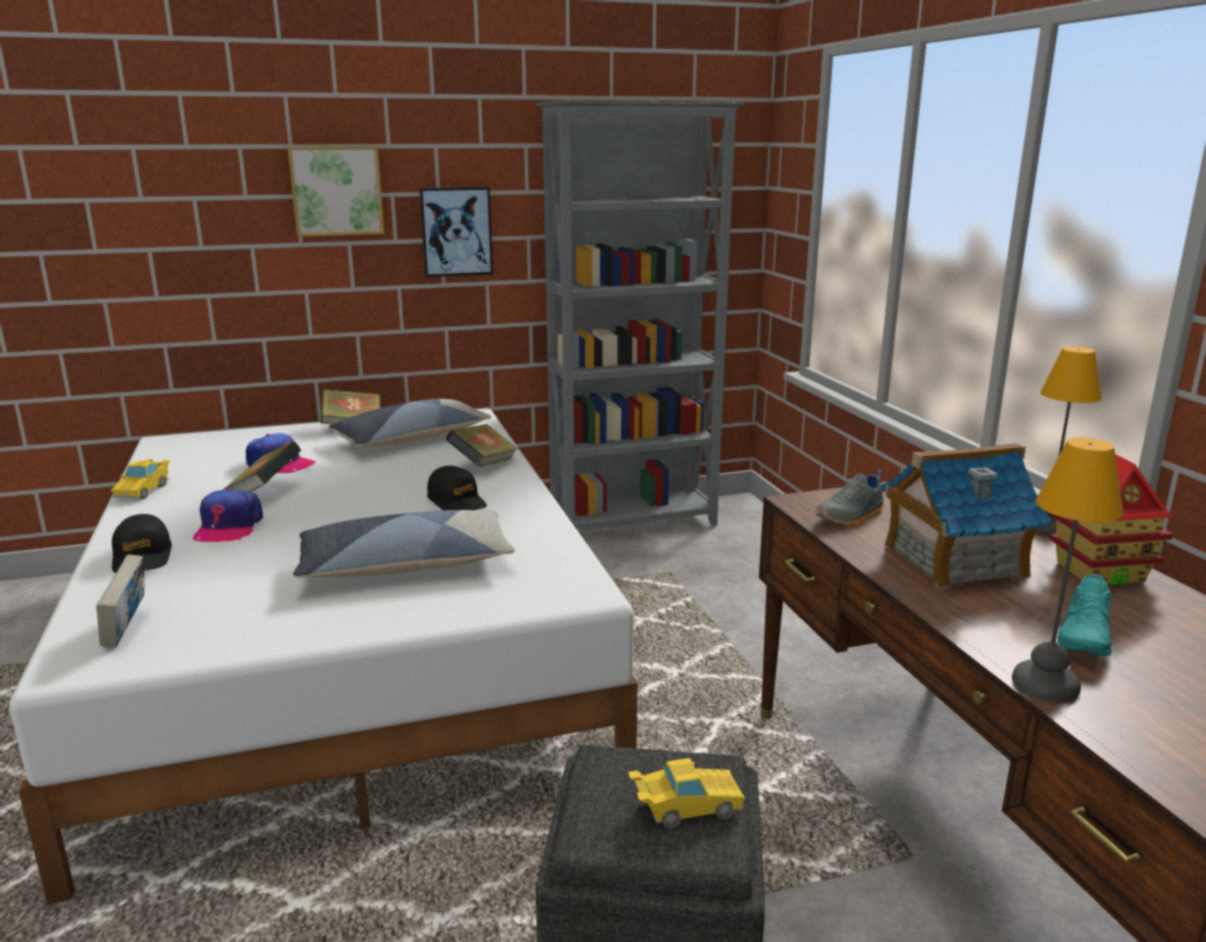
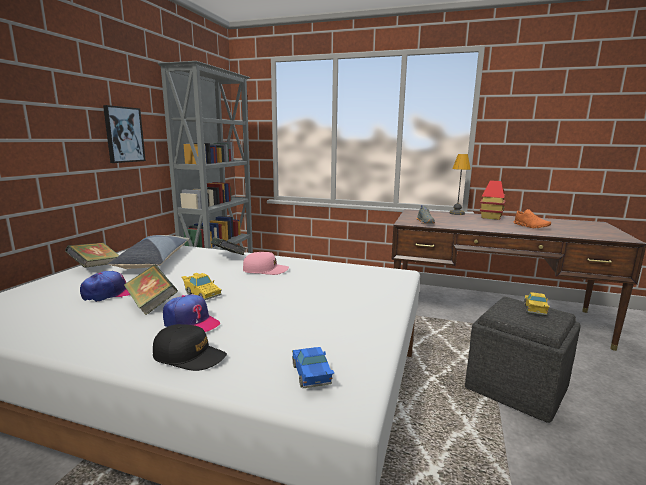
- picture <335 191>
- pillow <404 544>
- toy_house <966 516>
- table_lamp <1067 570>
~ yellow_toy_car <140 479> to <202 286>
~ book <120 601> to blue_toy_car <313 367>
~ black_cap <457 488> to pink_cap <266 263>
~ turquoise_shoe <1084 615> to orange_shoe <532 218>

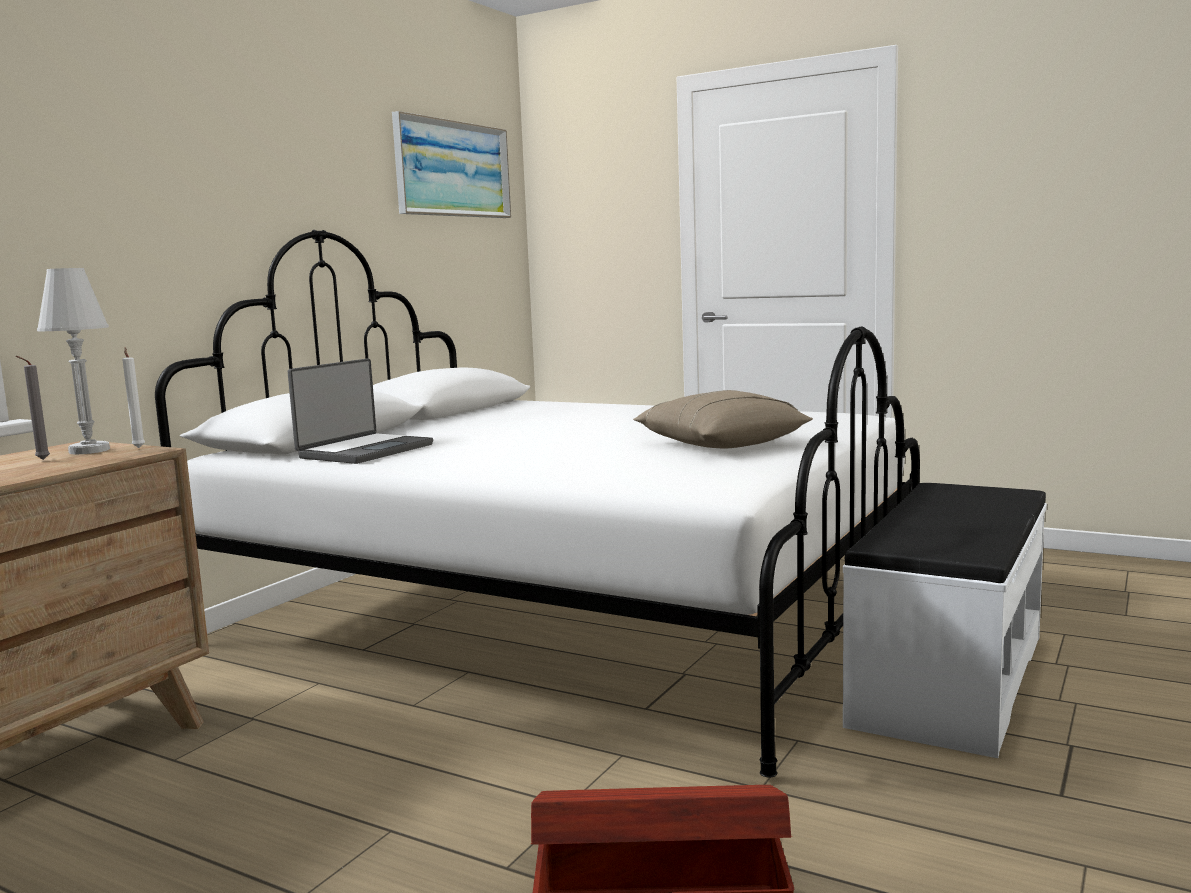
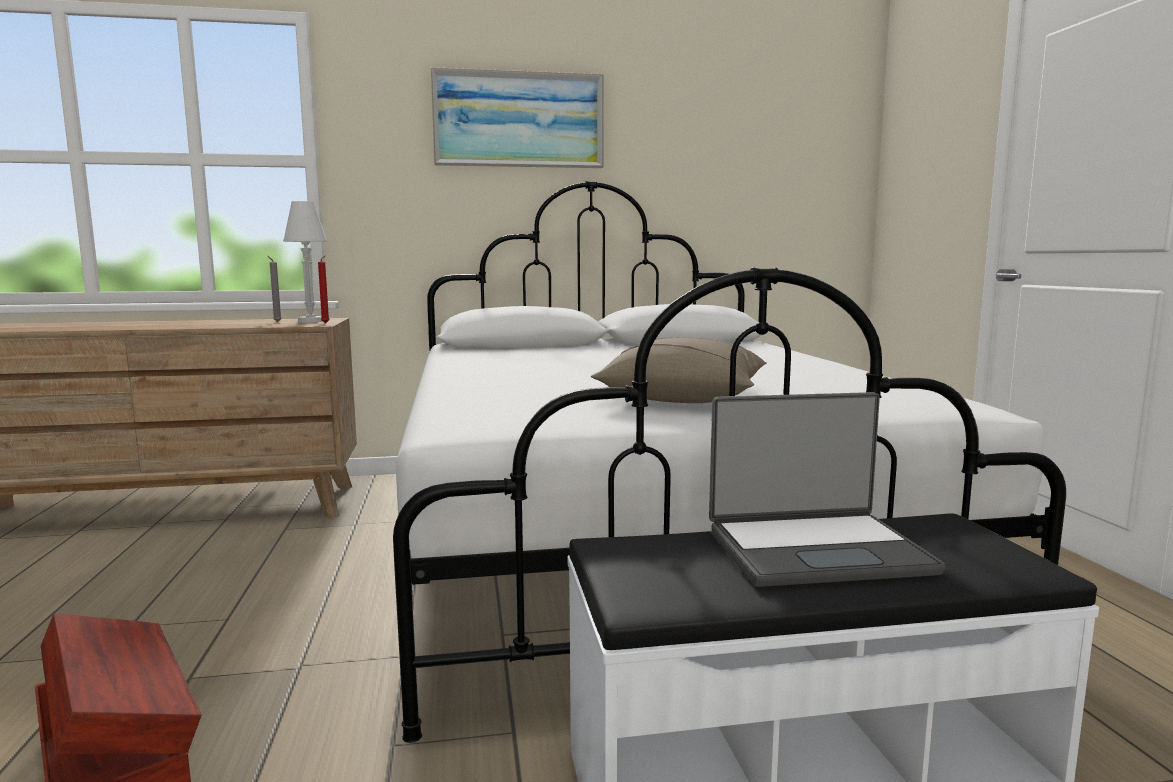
~ laptop <360 411> to <827 489>
~ picture <451 164> to <517 117>
~ white_candle <133 398> to red_candle <324 289>

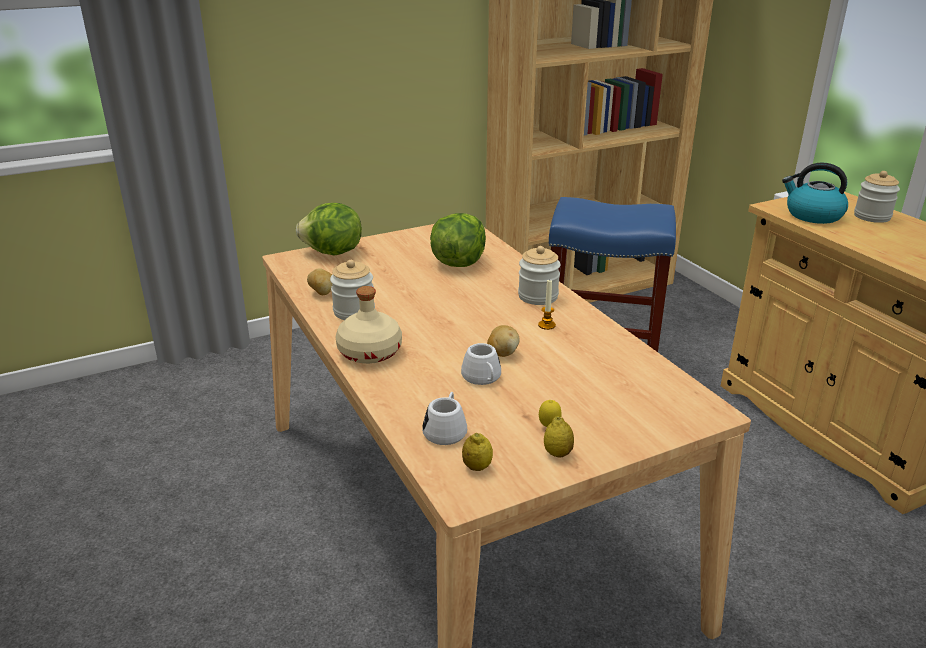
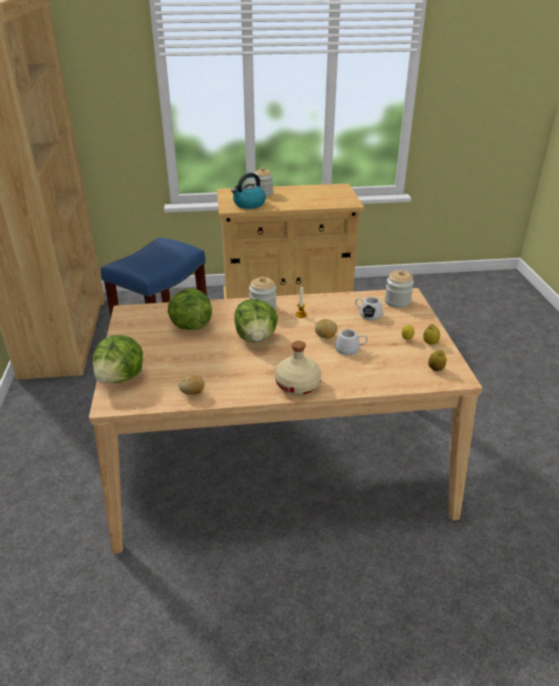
+ lettuce <256 320>
~ jar <352 290> to <399 289>
~ white_mug <444 418> to <369 308>

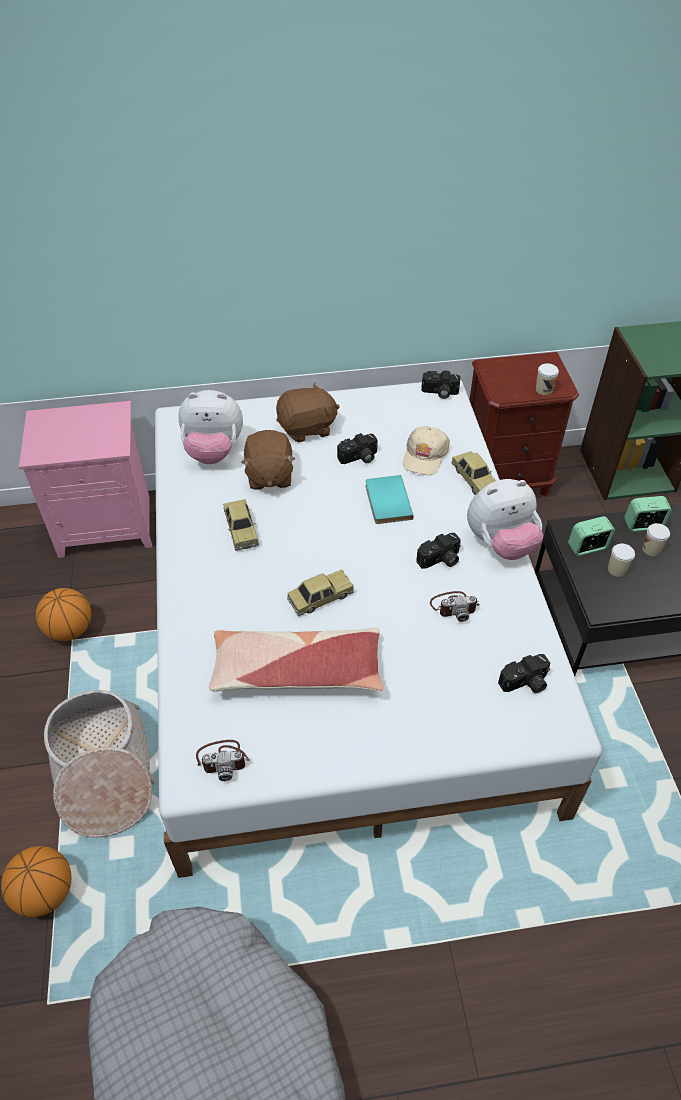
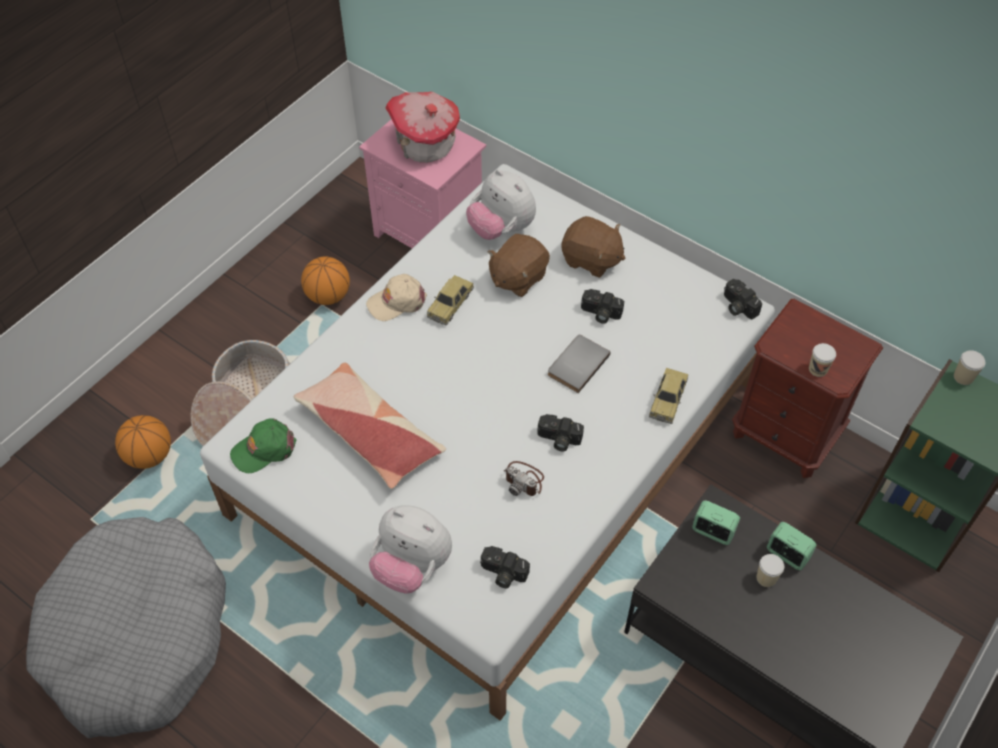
- toy_car <320 593>
+ toy_house <422 127>
~ beige_cap <426 450> to <396 297>
~ plush_toy <505 519> to <410 549>
~ cup <621 560> to <969 367>
~ photo_camera <223 760> to green_cap <263 445>
~ turquoise_book <389 499> to grey_book <579 364>

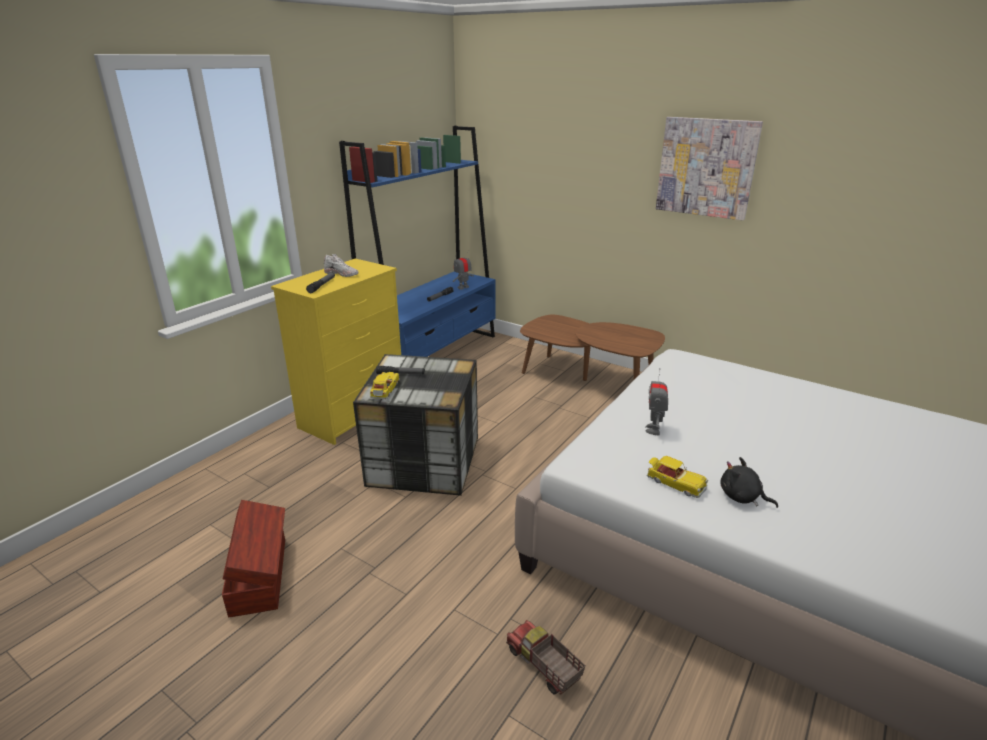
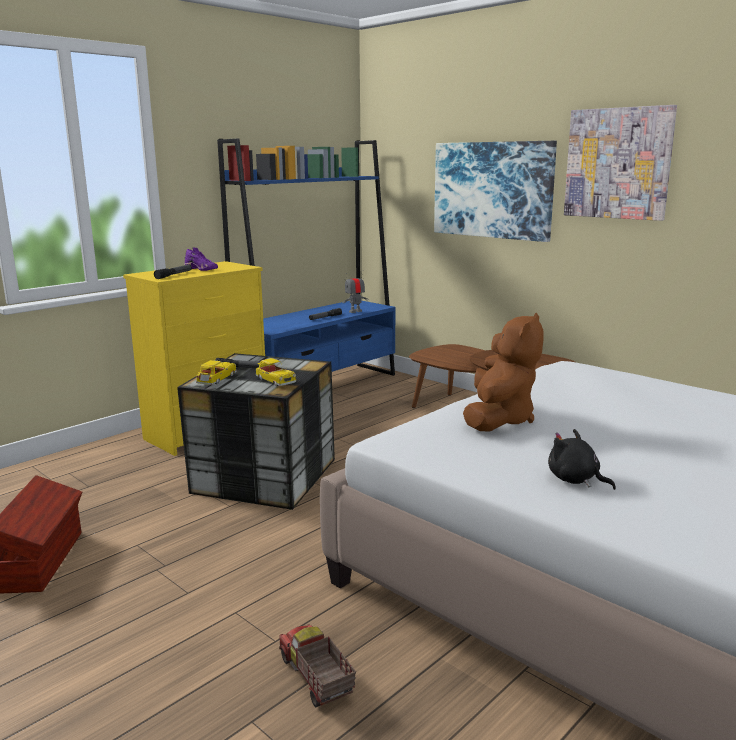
+ picture <495 191>
~ toy_car <677 477> to <275 372>
~ toy_robot <656 402> to brown_plush_toy <503 372>
~ white_shoe <341 265> to purple_shoe <201 259>

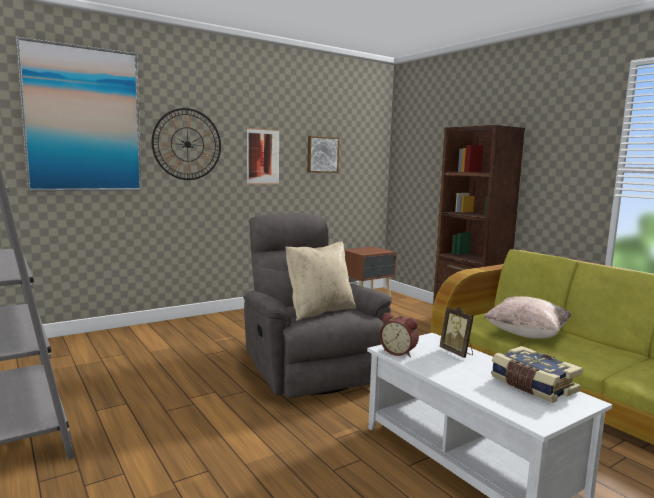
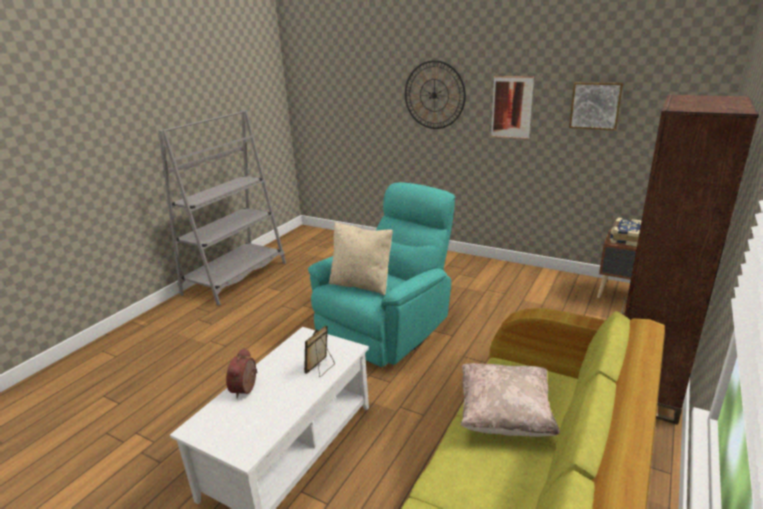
- picture <79 114>
~ alarm_clock <399 334> to <241 373>
~ book <537 374> to <626 232>
~ grey_armchair <317 305> to turquoise_armchair <382 274>

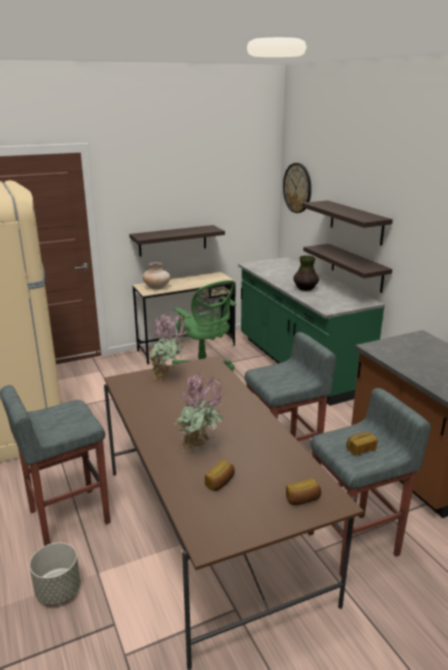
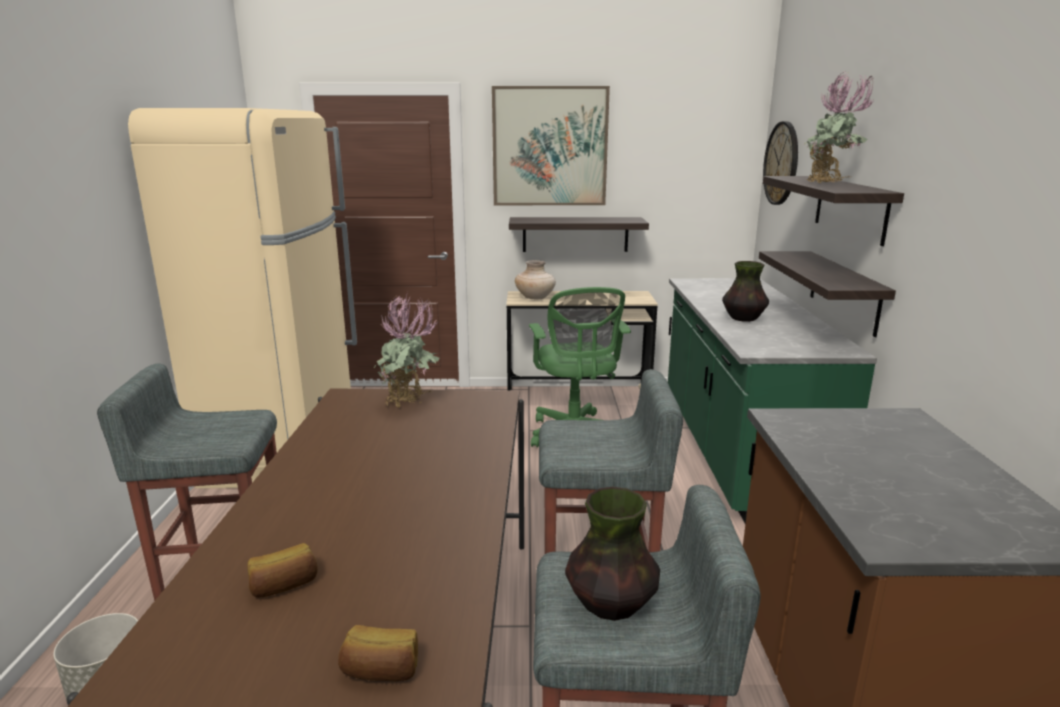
+ picture <551 145>
~ potted_plant <199 412> to <839 127>
~ bread <362 444> to vase <612 554>

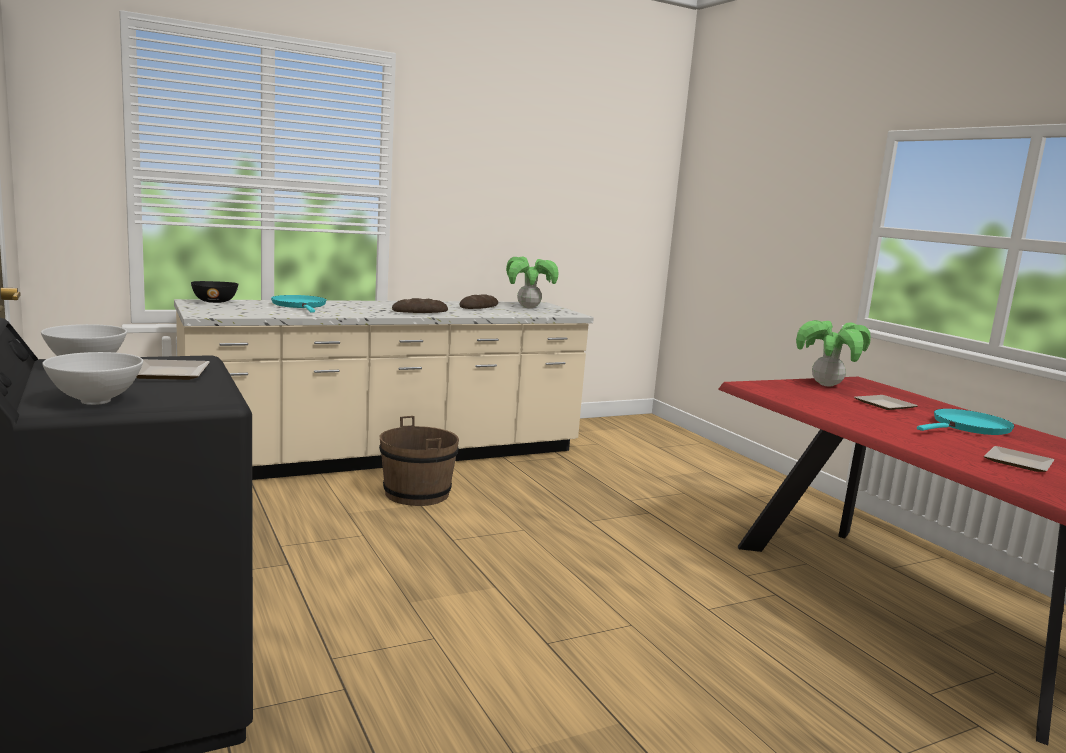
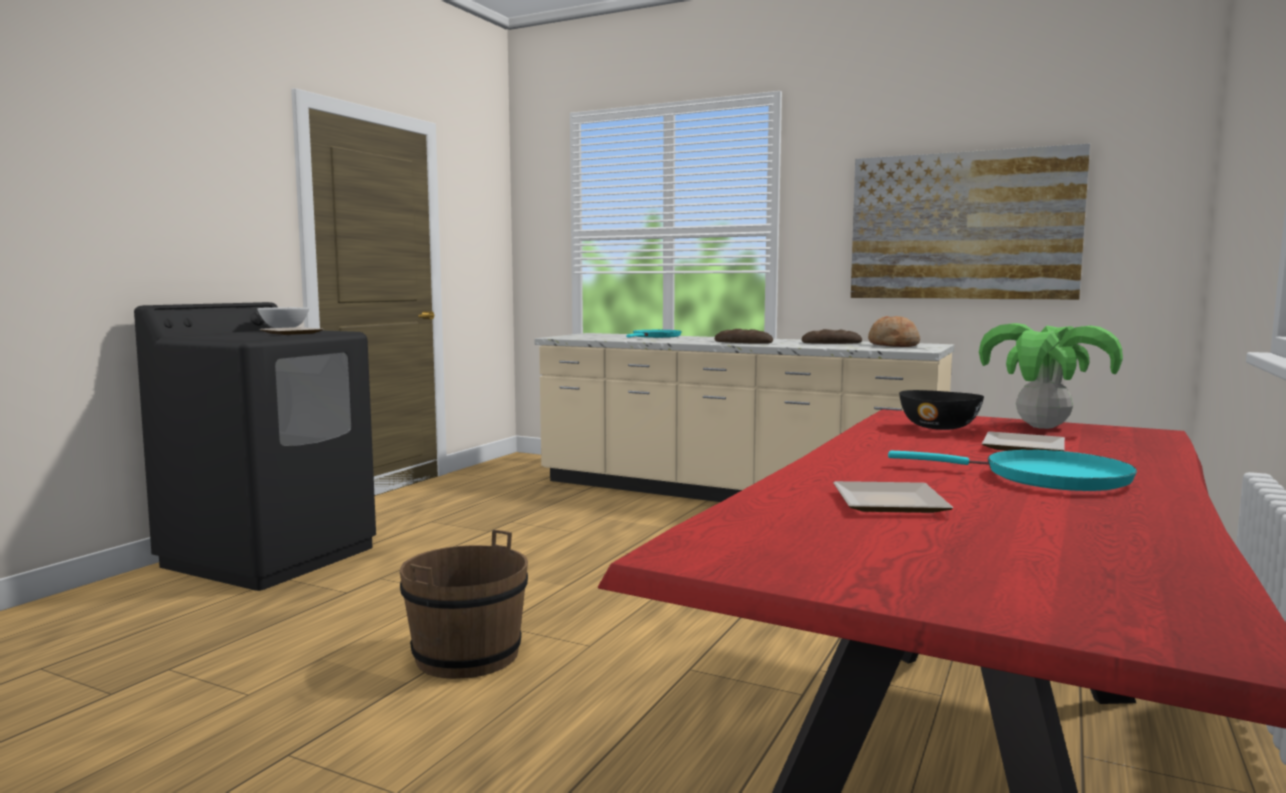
- white_bowl <92 378>
+ picture <970 221>
~ black_bowl <214 292> to <941 410>
~ brown_bucket <419 461> to <464 604>
~ potted_plant <532 282> to bread <894 331>

